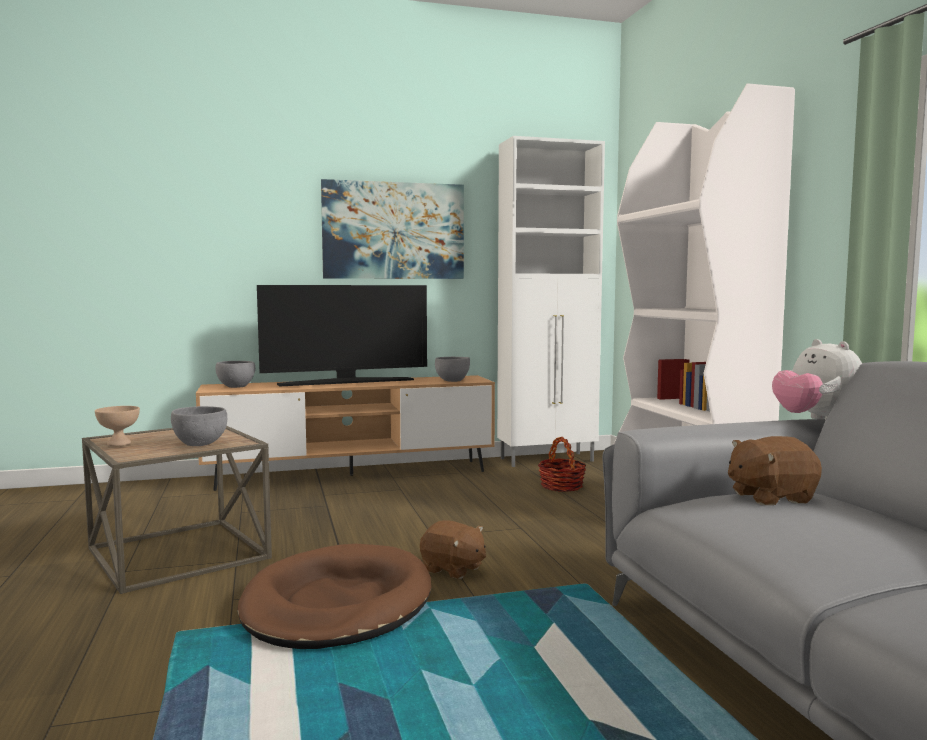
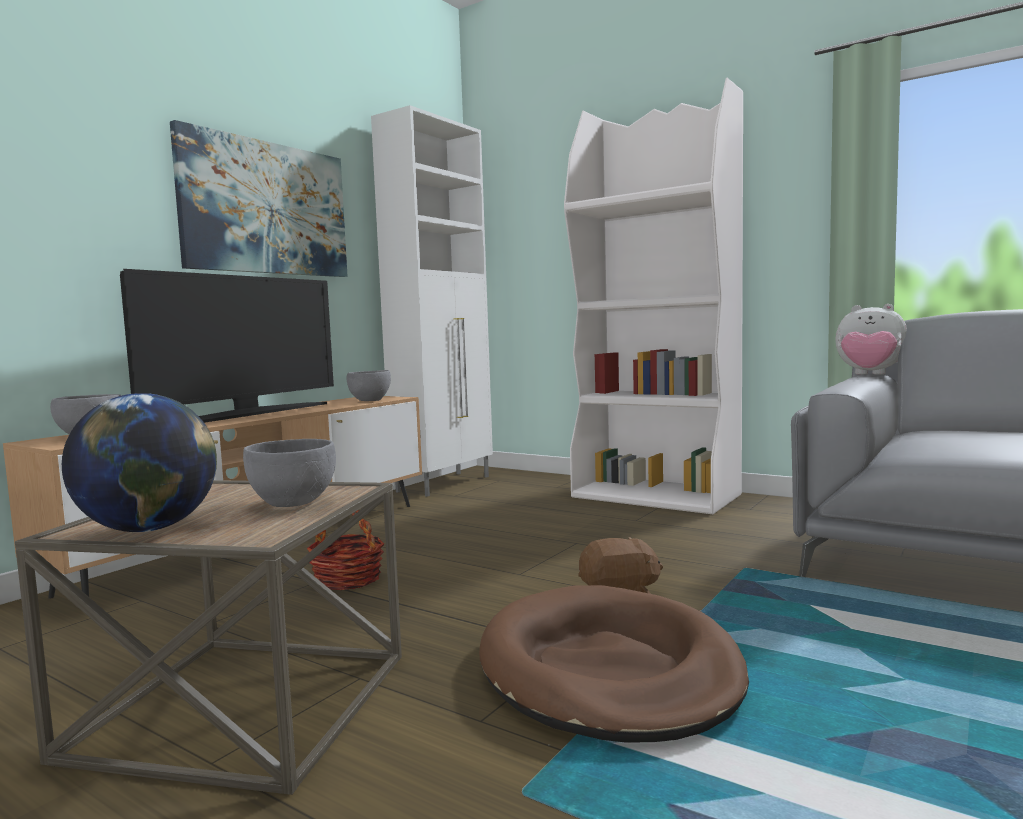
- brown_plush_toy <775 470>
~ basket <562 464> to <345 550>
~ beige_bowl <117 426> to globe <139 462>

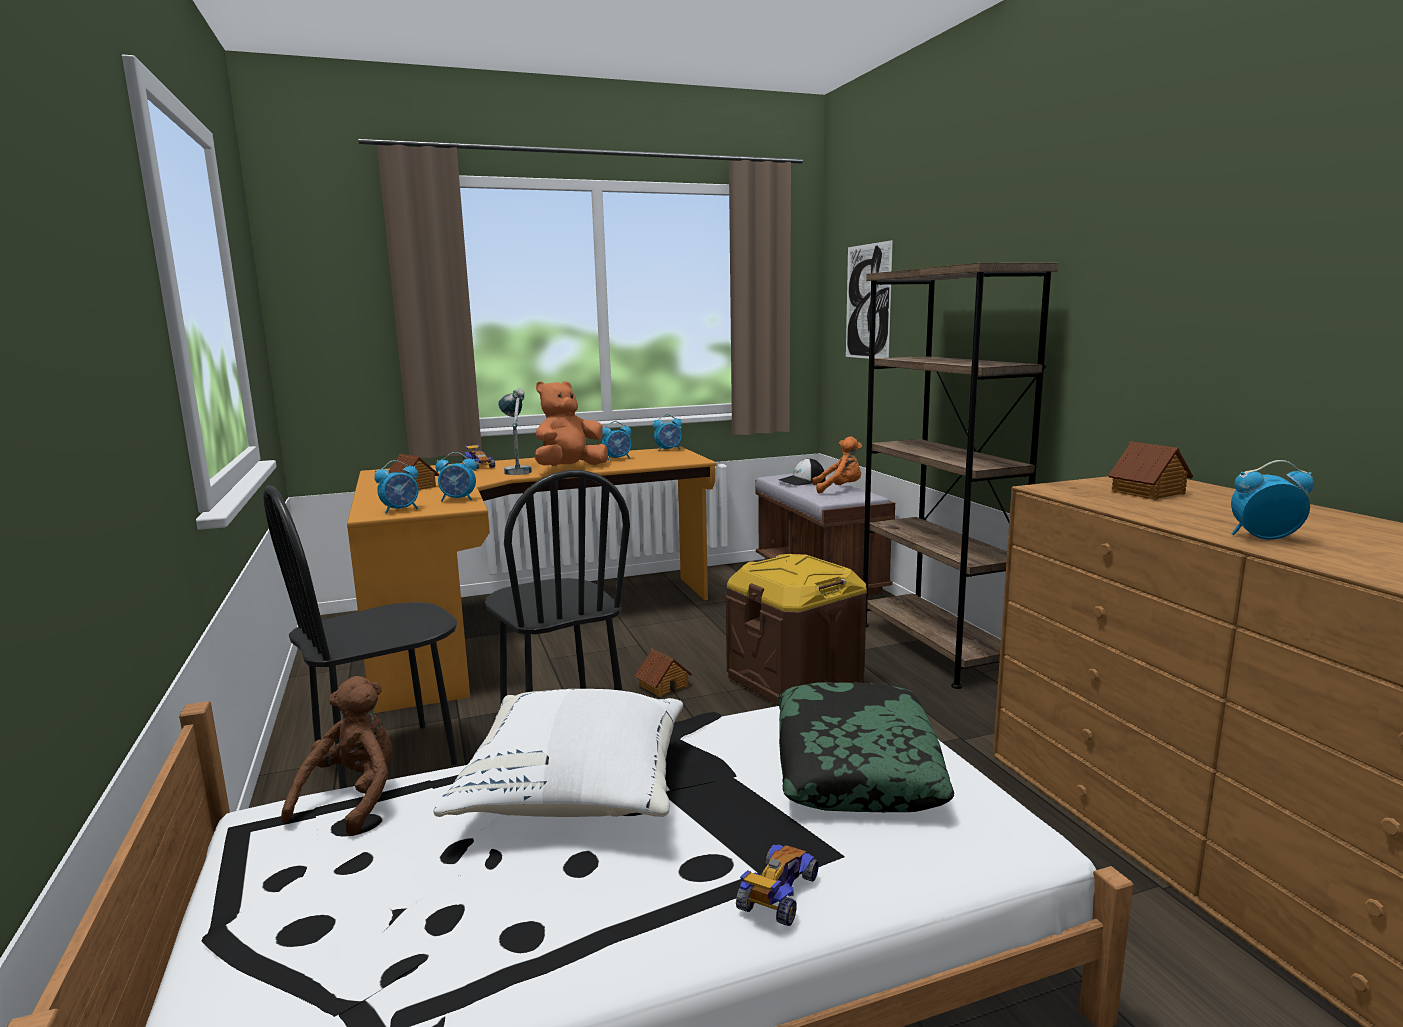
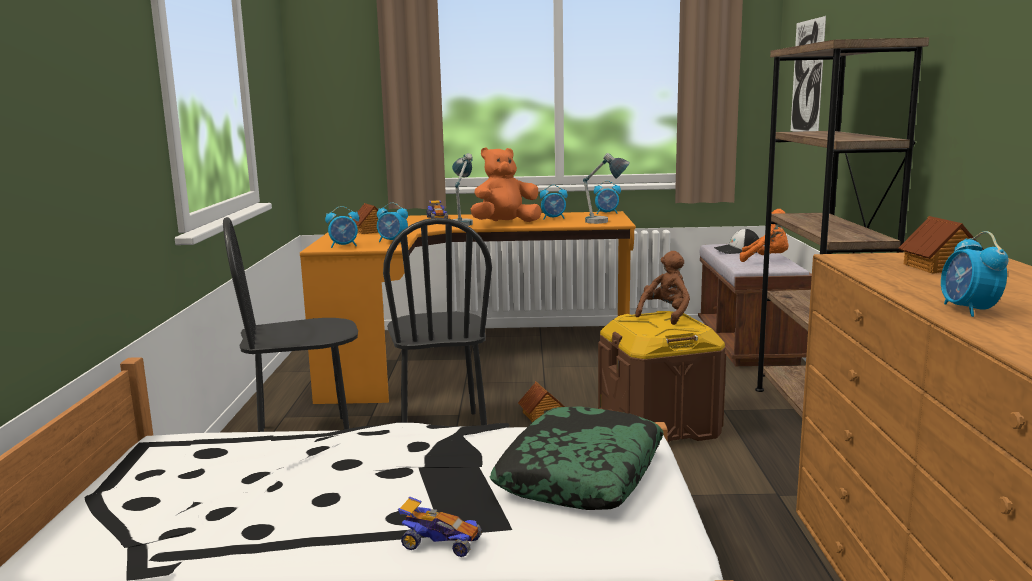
- white_pillow <558 753>
+ table_lamp <606 188>
~ brown_plush_toy <336 756> to <662 288>
~ toy_car <777 885> = <440 527> 60 degrees clockwise
~ alarm_clock <1272 500> = <974 274> 120 degrees counterclockwise

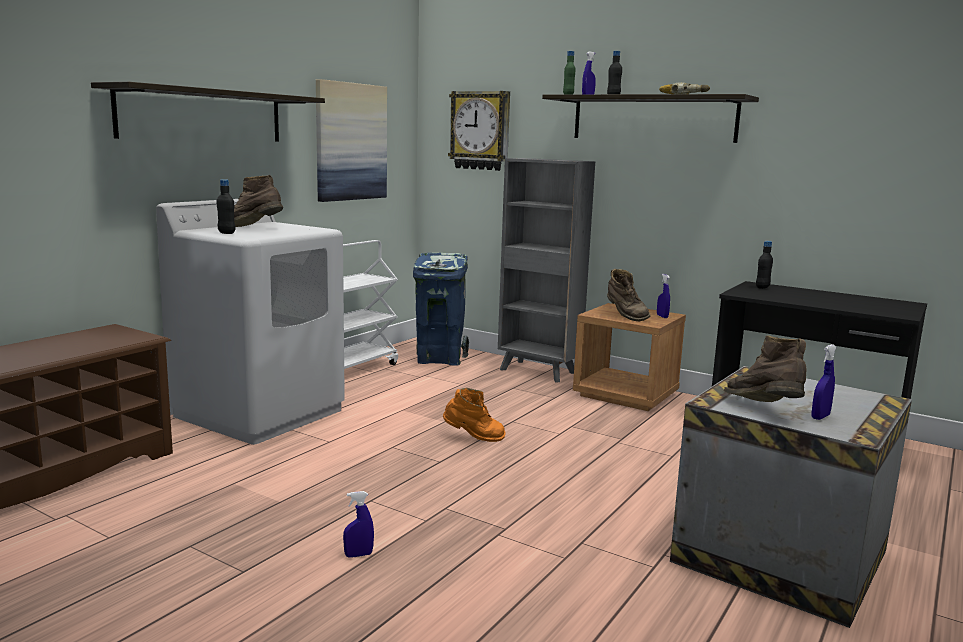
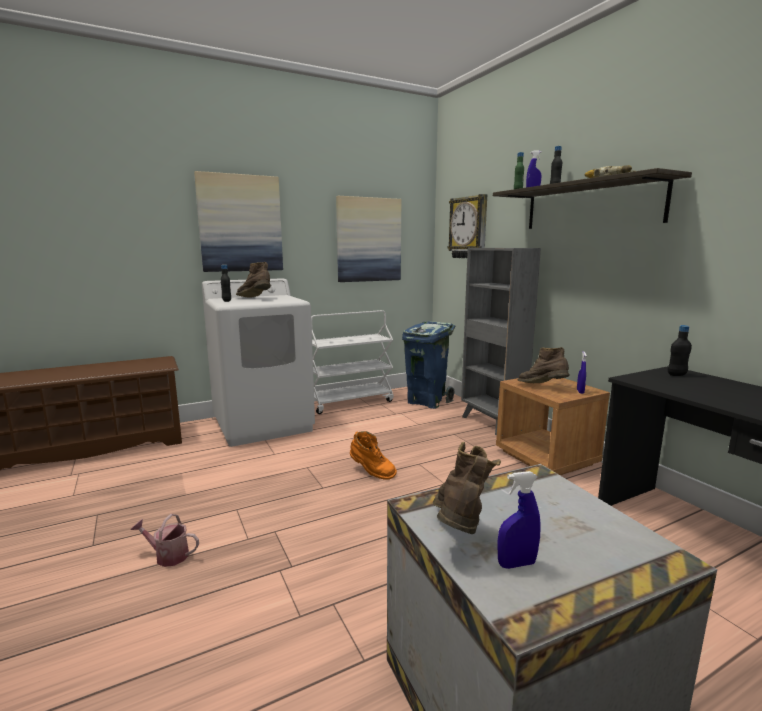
~ shelf <208 112> to picture <238 221>
~ blue_spray_bottle <358 524> to watering_can <165 540>
~ brown_boot <628 294> = <543 365> 135 degrees clockwise

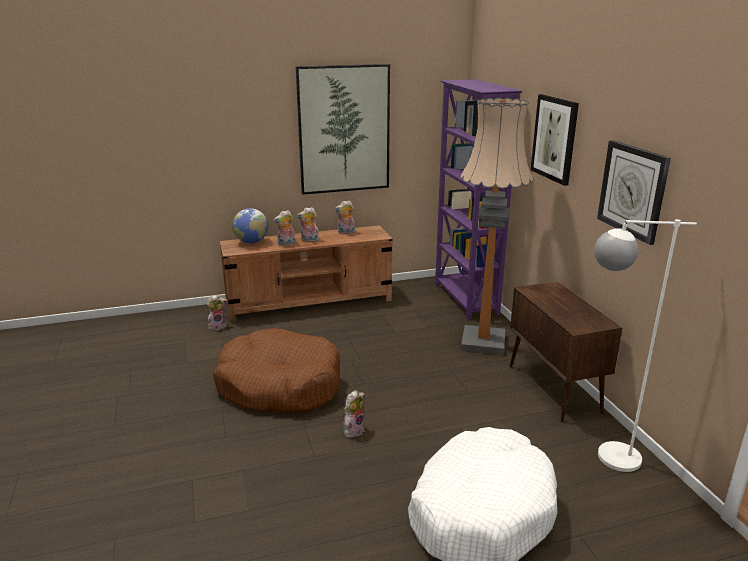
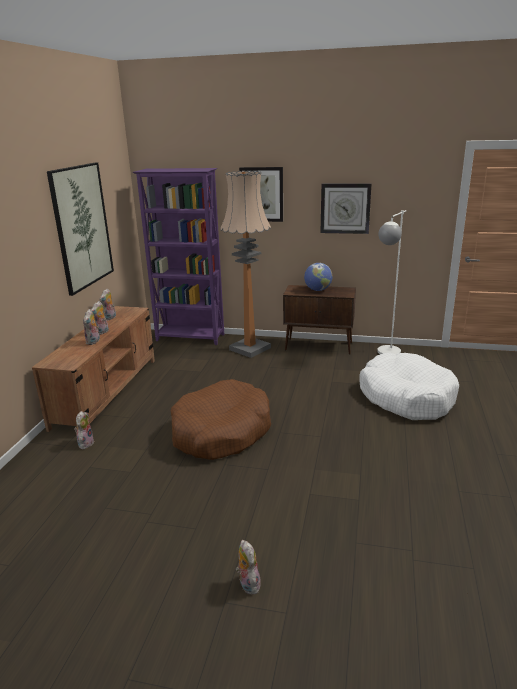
~ globe <250 226> to <318 277>
~ plush_toy <354 414> to <248 567>

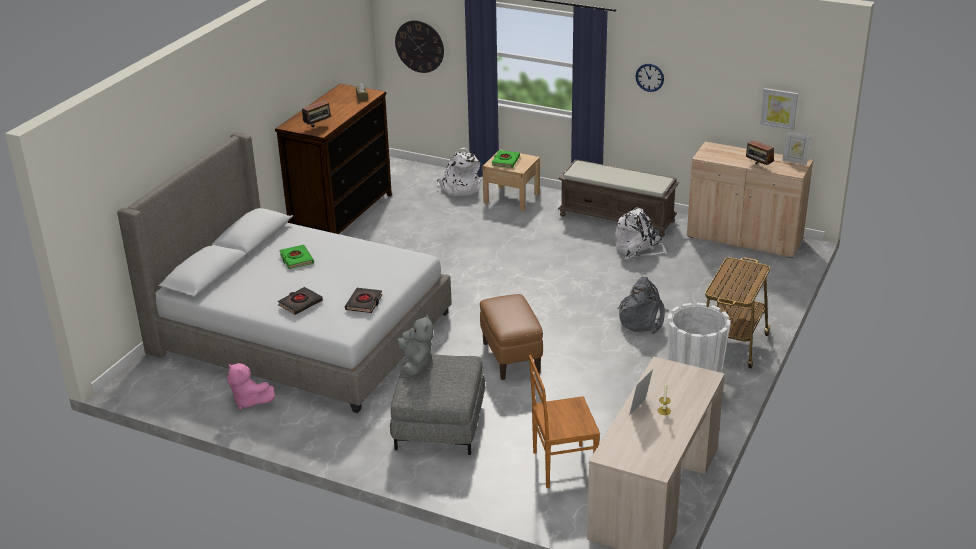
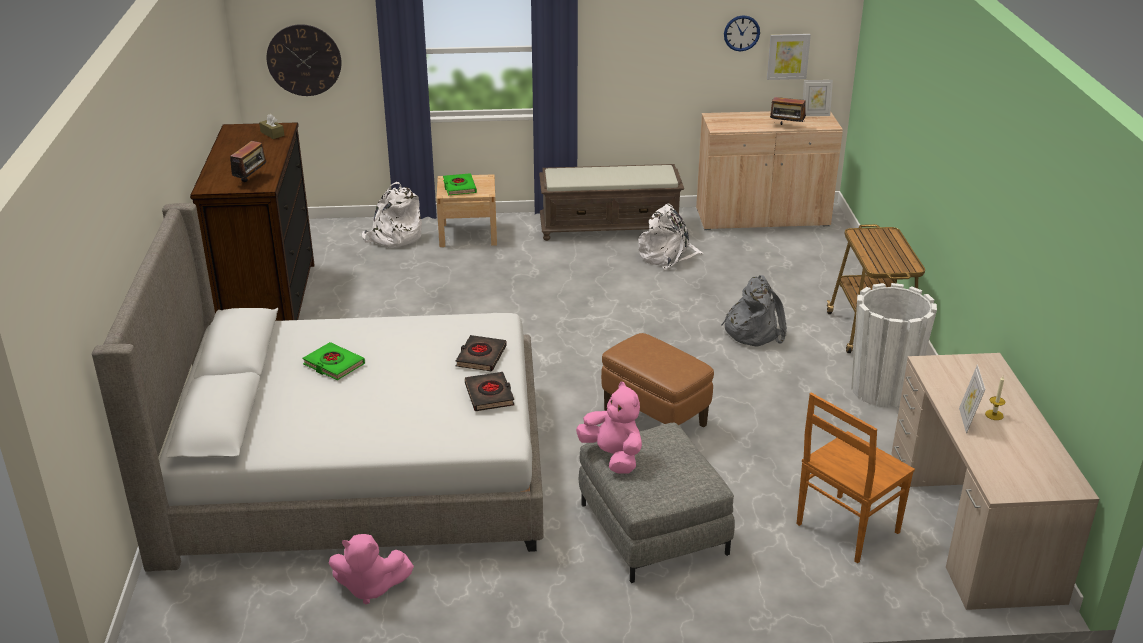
~ black_book <300 301> to <481 353>
~ wall_clock <650 78> to <742 33>
~ grey_plush_toy <415 346> to pink_plush_toy <609 427>

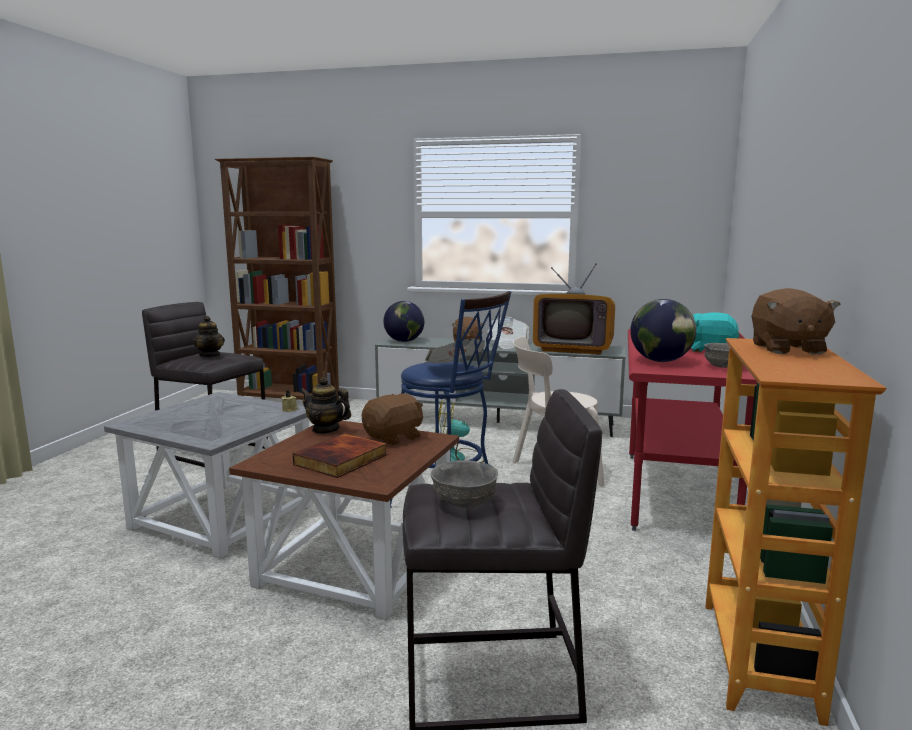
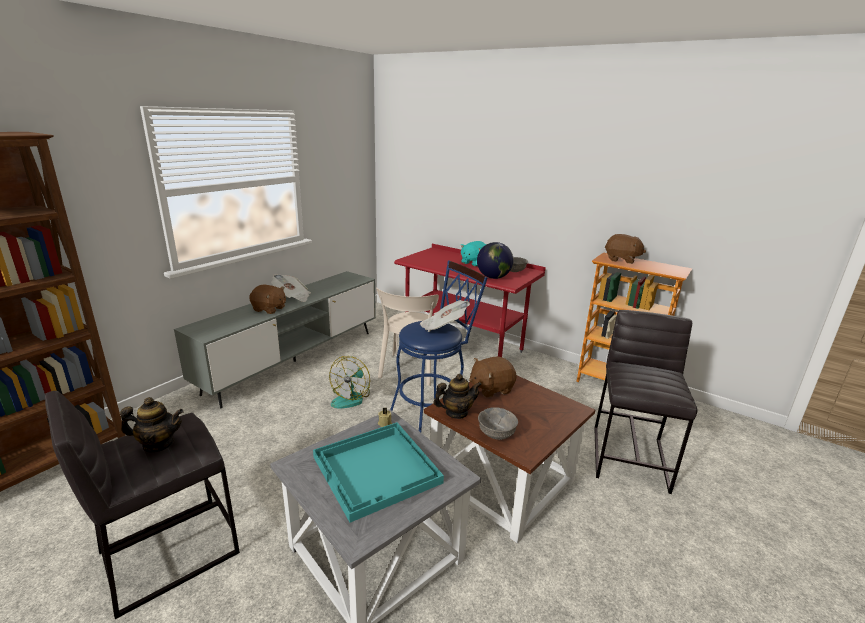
- book <340 455>
- globe <403 321>
- television <574 308>
+ turquoise_tray <378 472>
~ grey_bowl <464 484> to <498 423>
~ teapot <325 405> = <457 396> 150 degrees counterclockwise
~ brown_plush_toy <392 419> = <492 377> 90 degrees counterclockwise

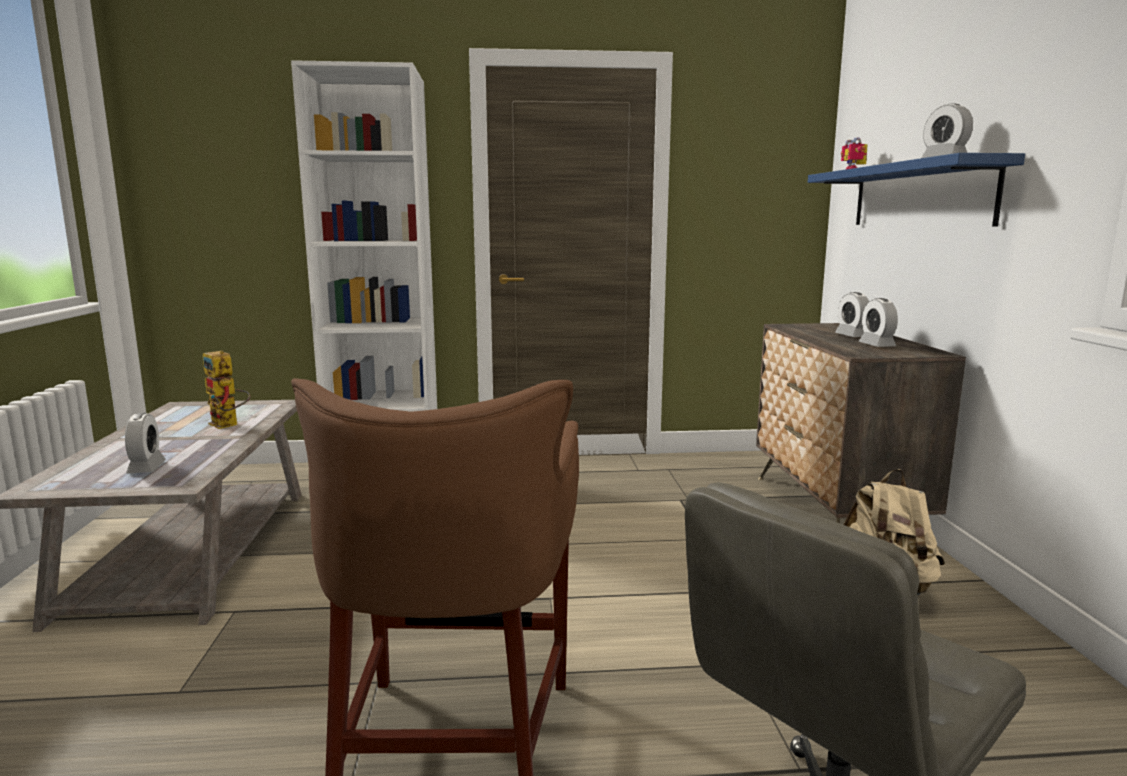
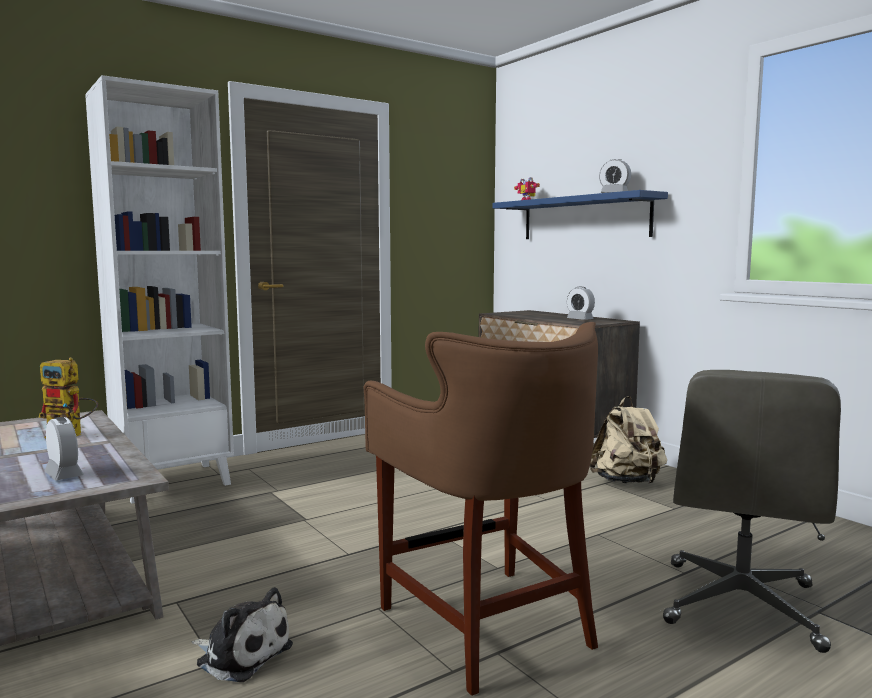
- alarm_clock <852 314>
+ plush_toy <242 634>

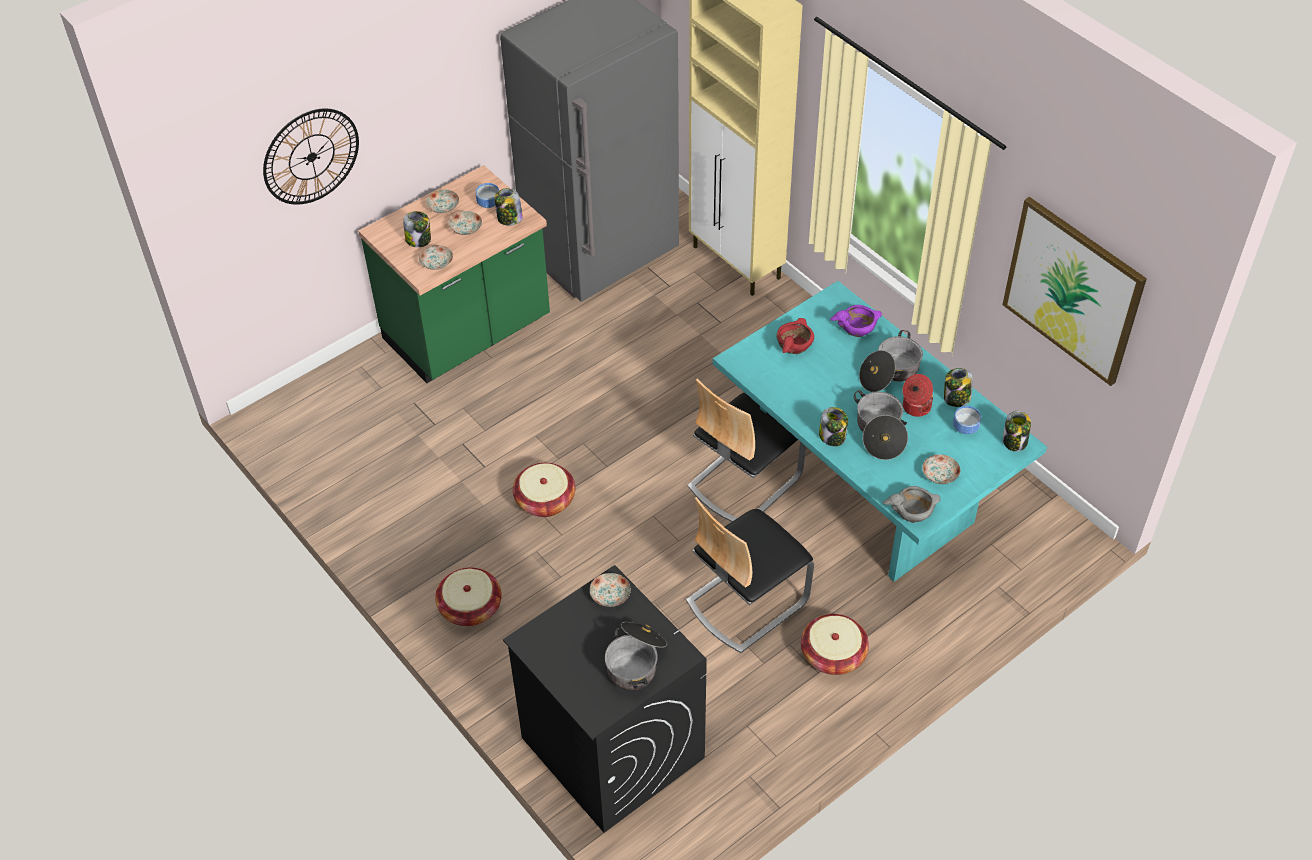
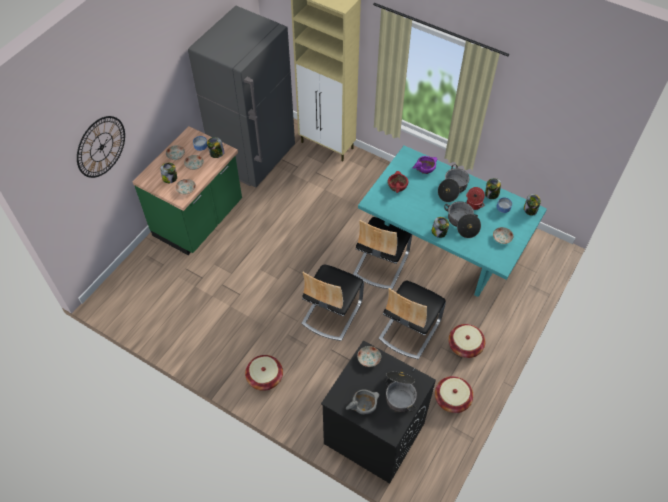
- picture <1074 291>
+ chair <332 302>
~ basket <544 490> to <454 394>
~ grey_bowl <912 504> to <362 402>

